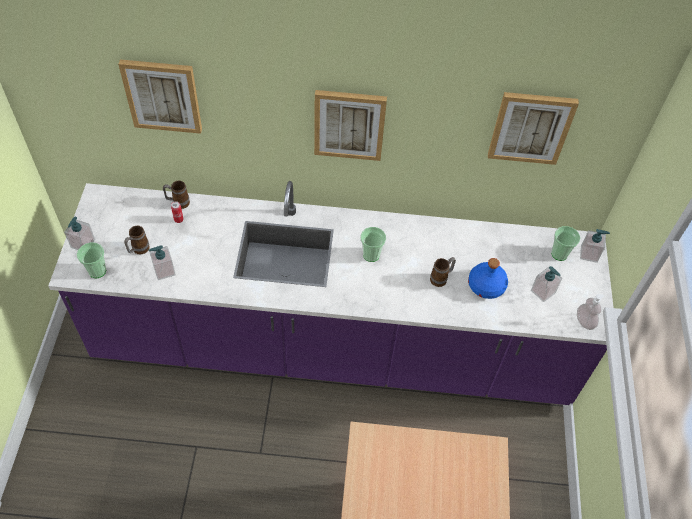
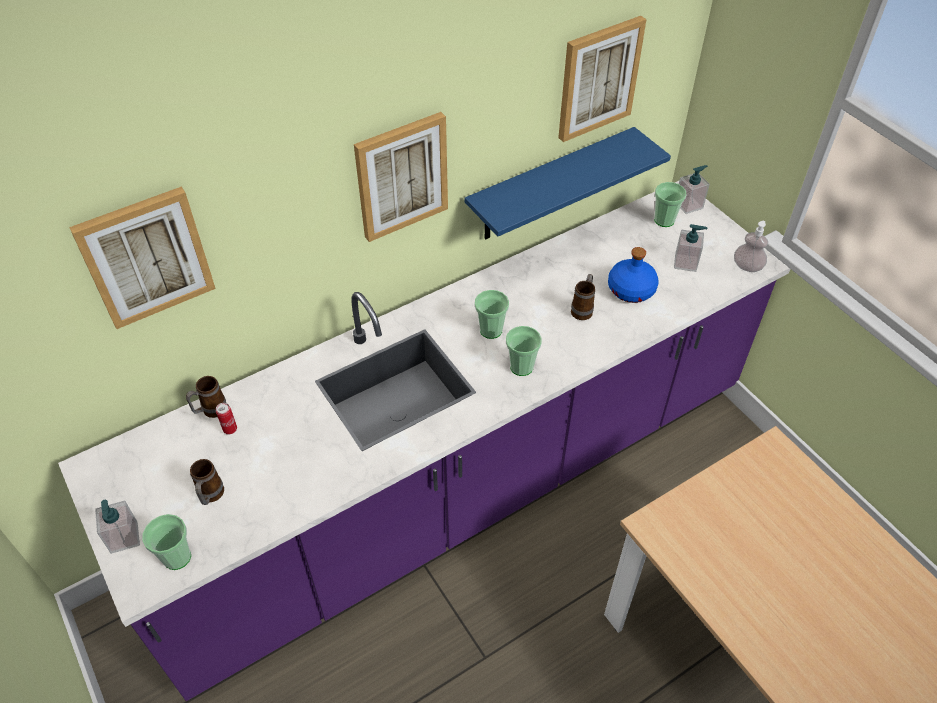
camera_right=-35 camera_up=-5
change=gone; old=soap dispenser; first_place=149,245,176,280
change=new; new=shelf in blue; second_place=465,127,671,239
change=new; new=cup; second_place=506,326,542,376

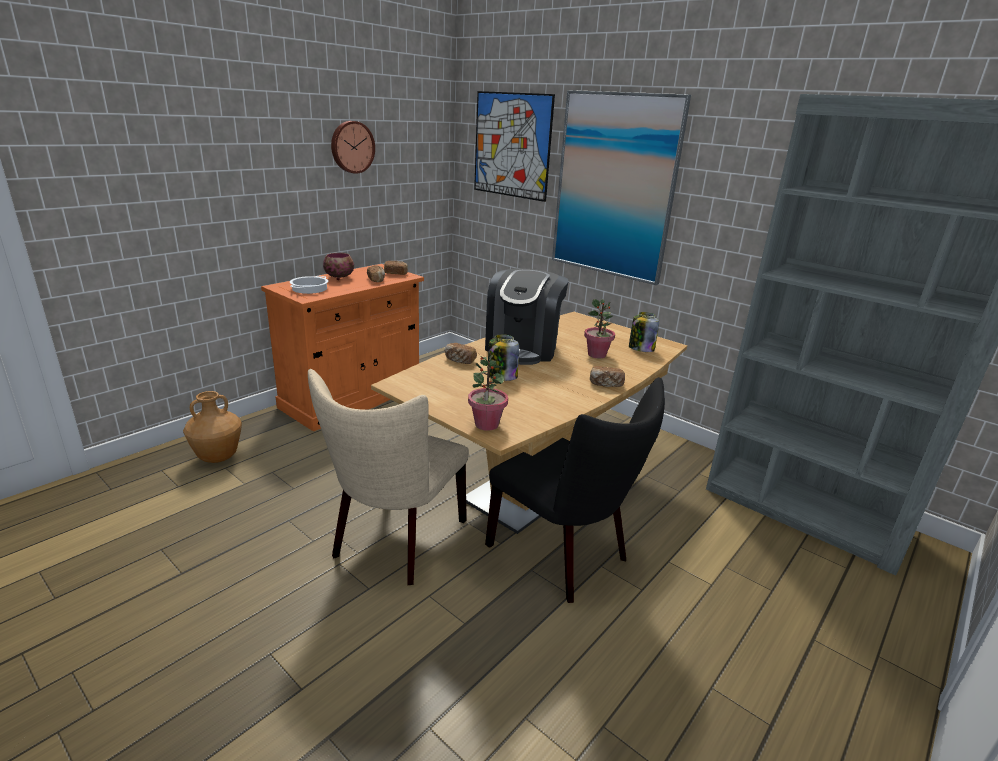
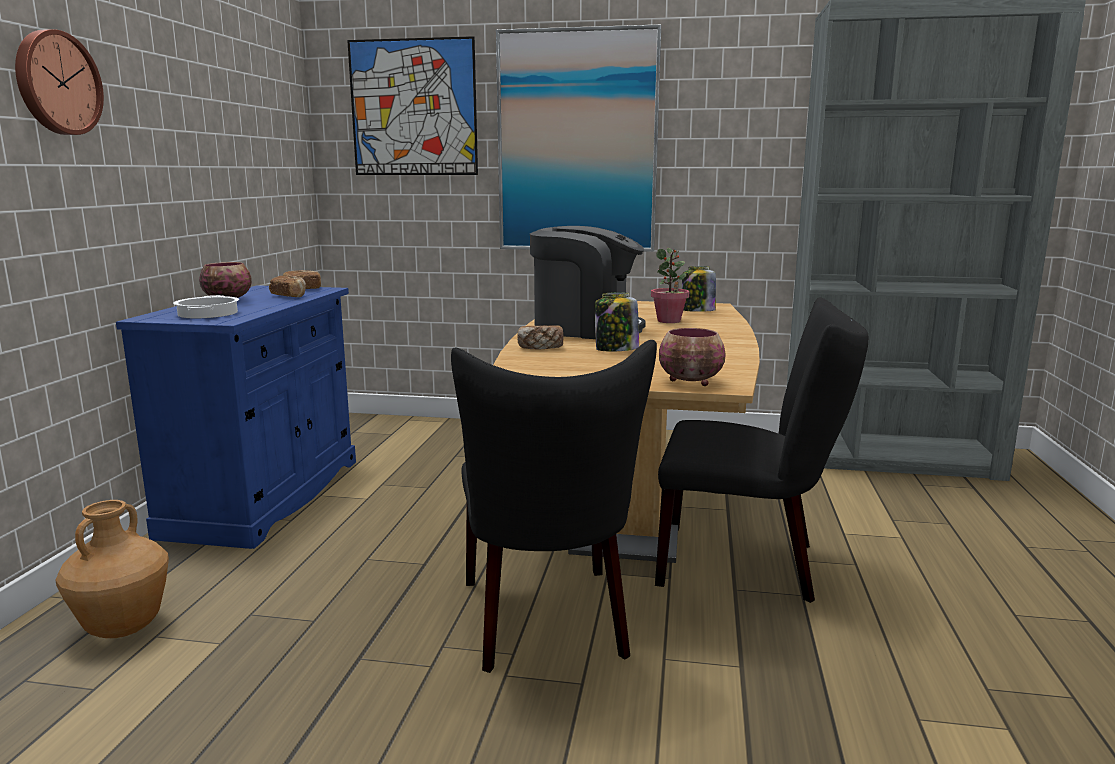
camera_right=-30 camera_up=-10
change=repainted; old=cabinet in orange; new=cabinet in blue; first_place=261,264,424,431; second_place=116,285,356,549
change=repainted; old=chair in beige; new=chair in black; first_place=308,369,469,585; second_place=451,340,657,673
change=shifted; old=wall clock; first_place=331,121,375,174; second_place=15,29,104,135
change=swapped; old=potted plant; new=bowl; first_place=468,352,508,431; second_place=659,328,726,386
change=rotated; old=coffee machine; first_place=485,268,569,365; second_place=530,226,646,339; degrees=-60
change=gone; old=bread; first_place=590,366,625,387

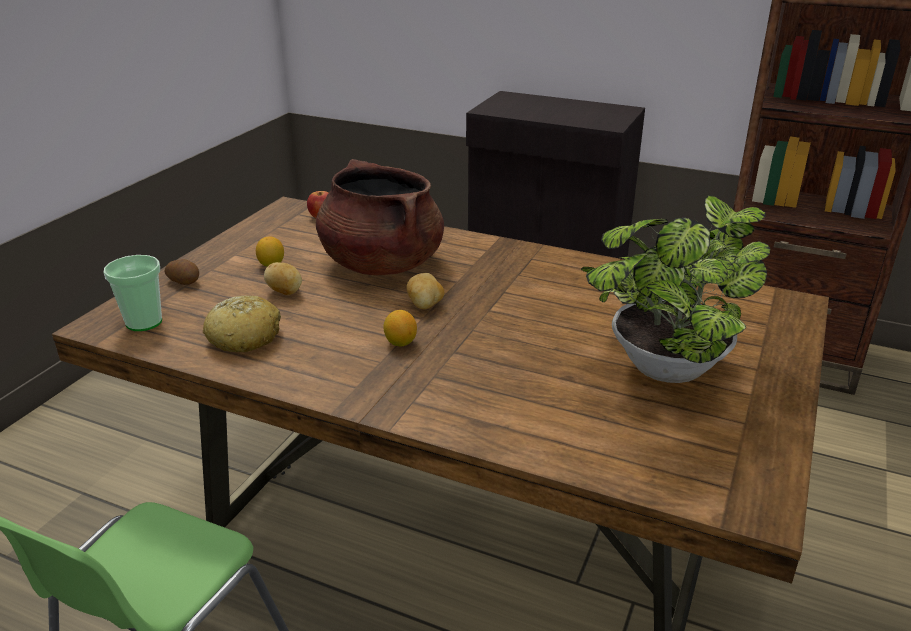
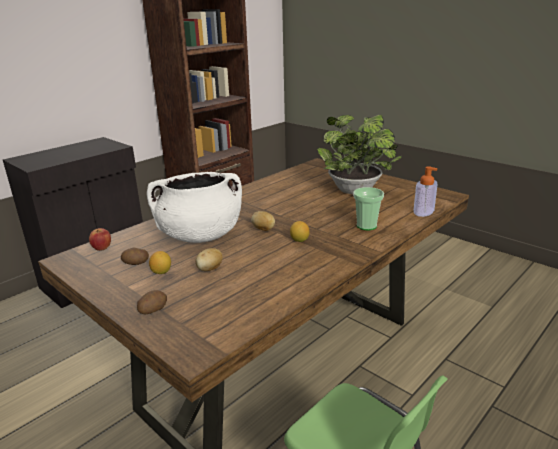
camera_right=-70 camera_up=-5
change=shifted; old=cup; first_place=103,255,162,331; second_place=353,187,384,230
change=gone; old=bread; first_place=203,296,281,352
change=repainted; old=cooking pot in brown; new=cooking pot in white; first_place=316,159,444,275; second_place=147,172,242,243
change=new; new=potato; second_place=121,248,149,265
change=new; new=soap dispenser; second_place=414,166,438,217

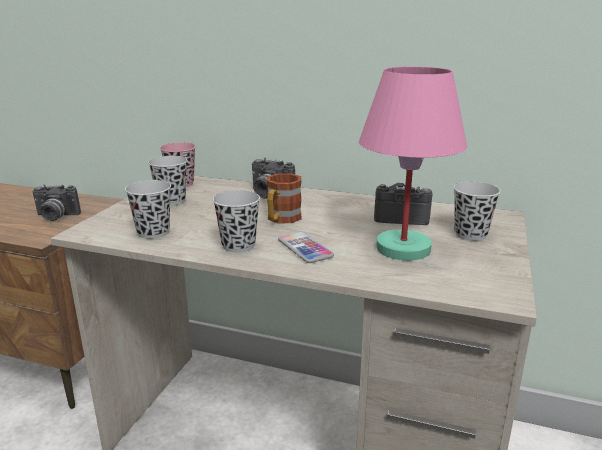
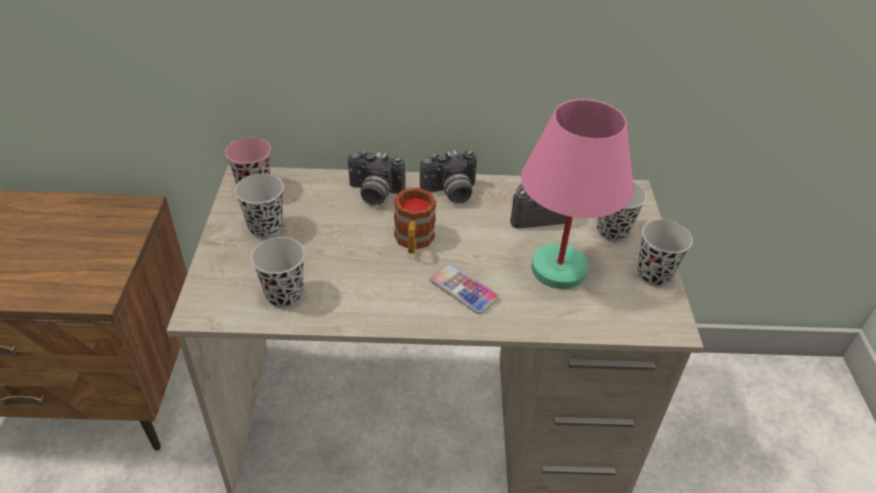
camera_right=-20 camera_up=20
change=shifted; old=photo camera; first_place=32,184,81,221; second_place=420,150,477,204
change=shifted; old=cup in black; first_place=213,190,260,253; second_place=637,219,693,287

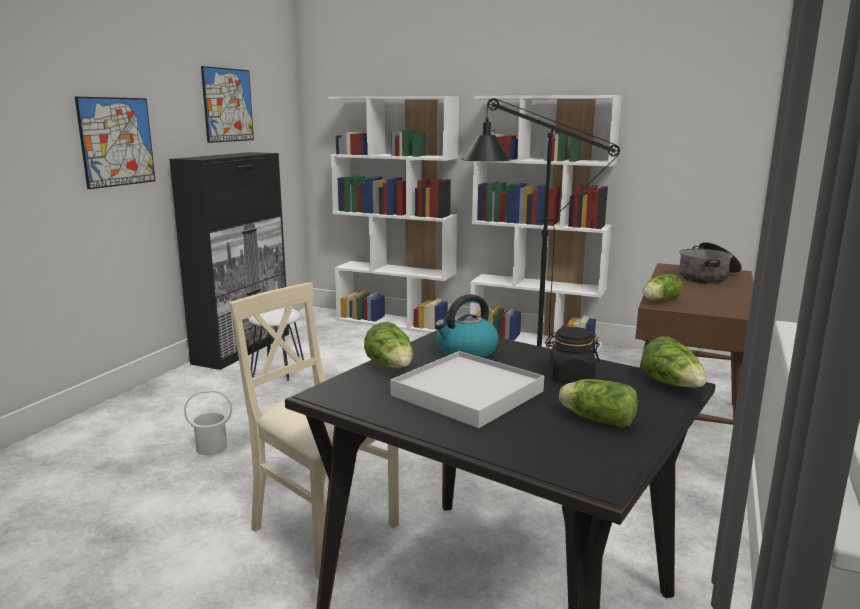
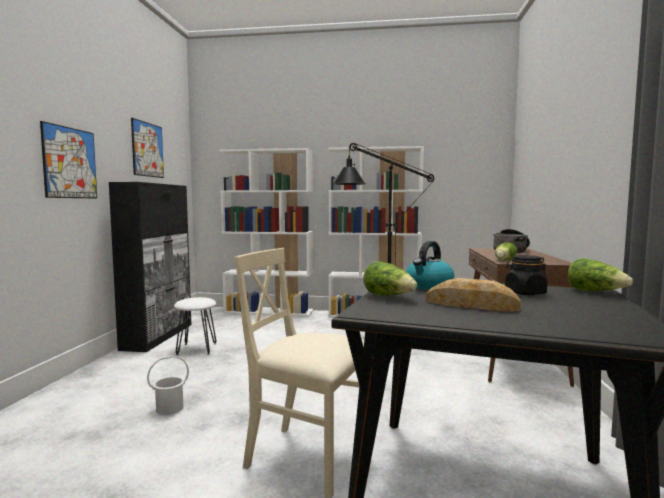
camera_right=-15 camera_up=-10
change=swapped; old=tray in white; new=bread; first_place=390,351,544,428; second_place=426,278,521,312
change=gone; old=lettuce; first_place=559,379,638,428

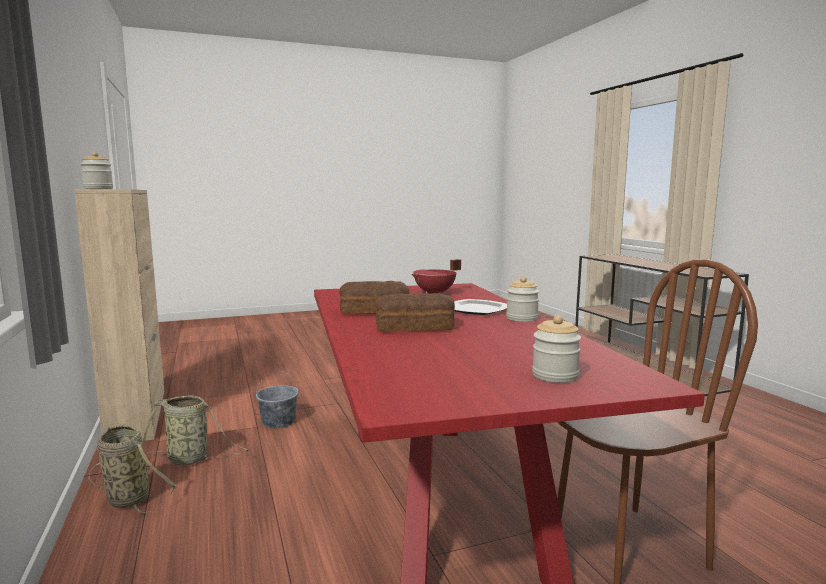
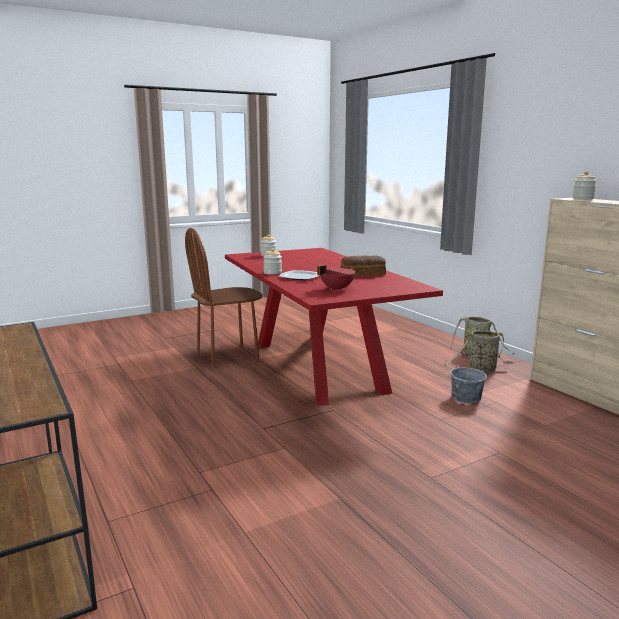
camera_right=170 camera_up=5
change=gone; old=bread; first_place=375,293,455,332

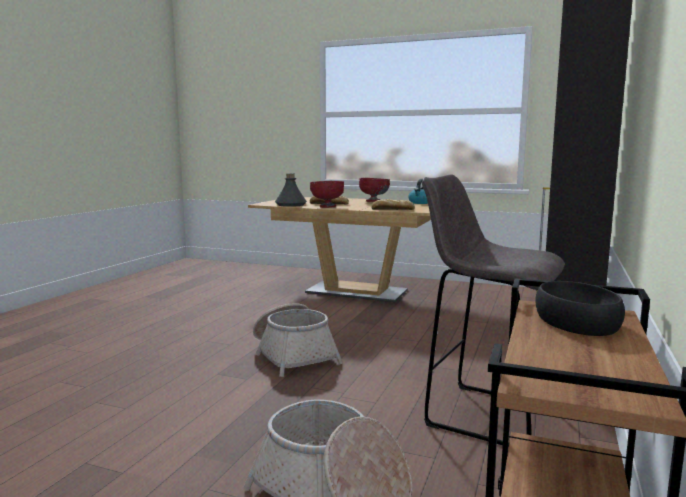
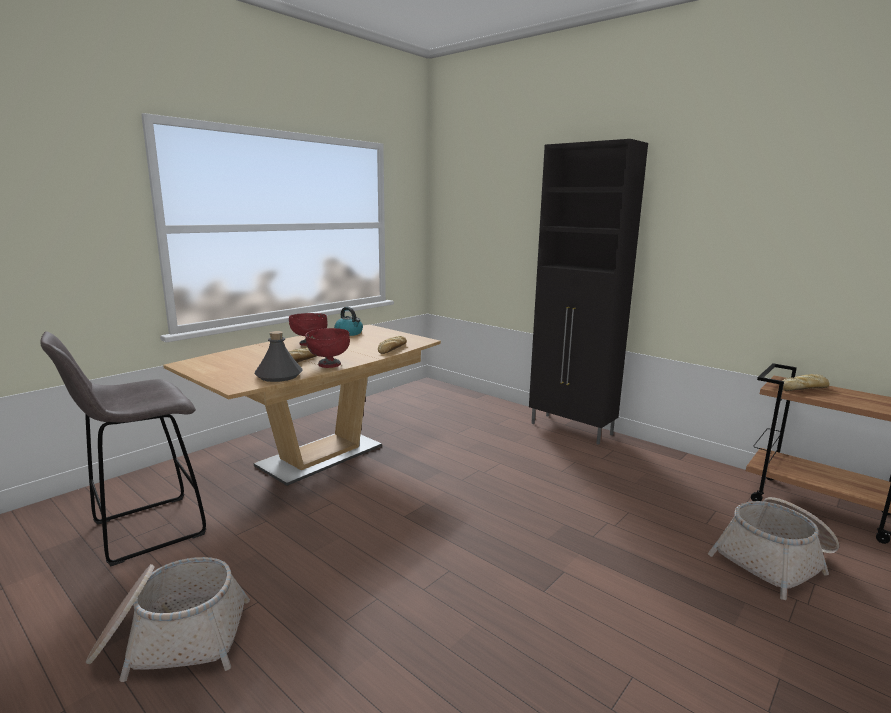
camera_right=-70 camera_up=5
change=shifted; old=basket; first_place=253,303,343,377; second_place=86,557,250,682
change=shifted; old=stool in grey; first_place=422,174,565,447; second_place=40,331,206,566
change=swapped; old=bowl in black; new=bread; first_place=536,281,625,336; second_place=782,374,830,391

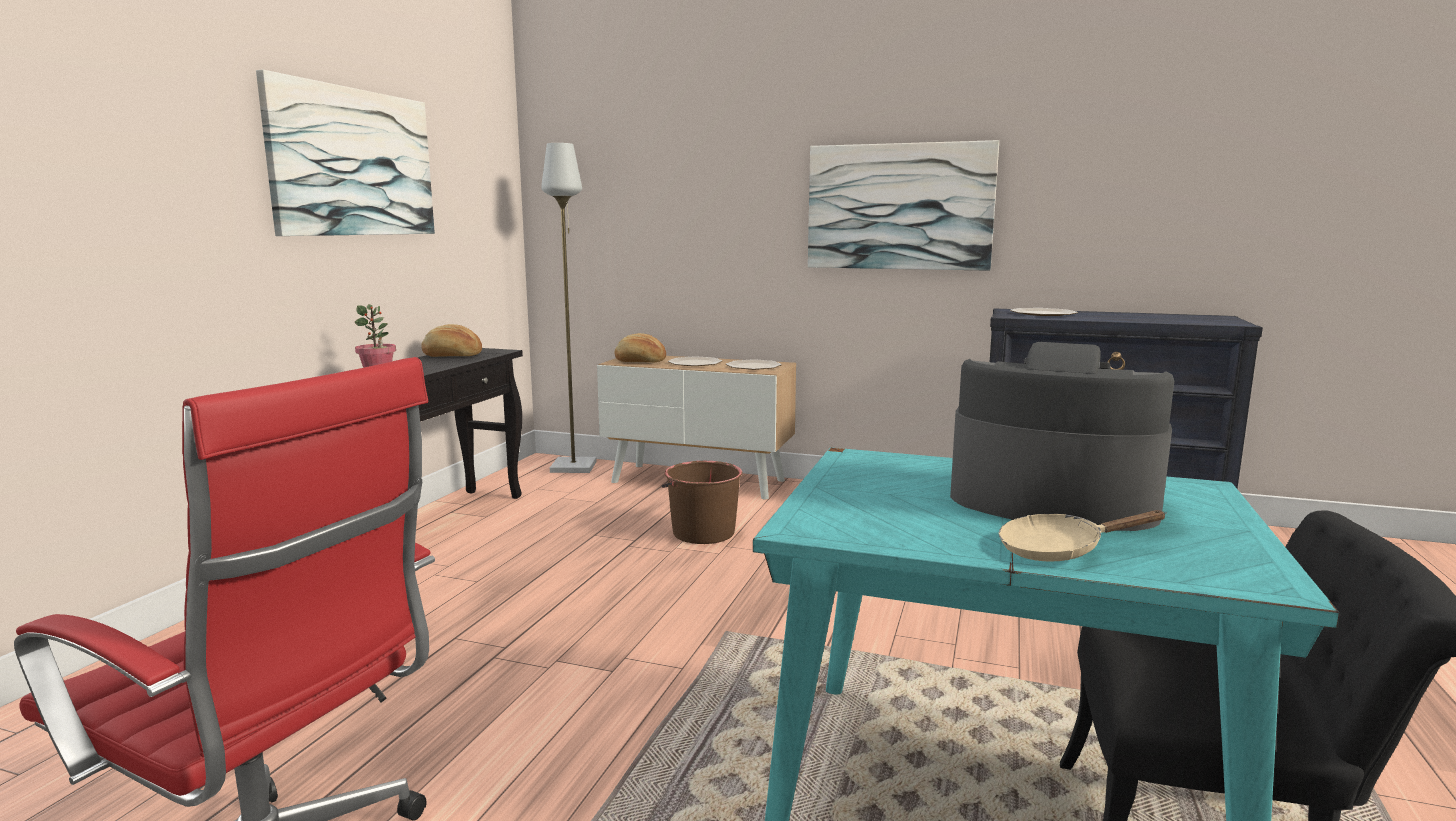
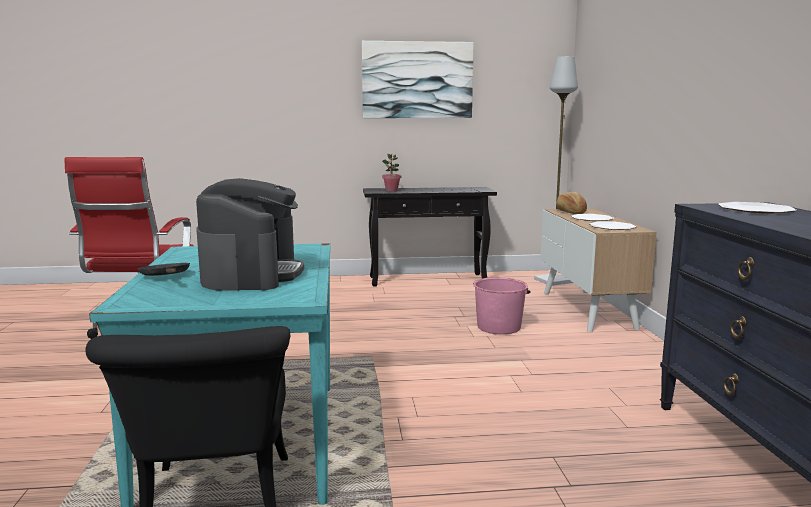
camera_right=65 camera_up=0
change=gone; old=bread; first_place=421,324,482,357
change=repainted; old=bucket in brown; new=bucket in pink; first_place=662,461,742,544; second_place=473,277,530,335
change=gone; old=picture; first_place=808,140,999,271
change=repainted; old=frying pan in beige; new=frying pan in black; first_place=999,510,1167,562; second_place=138,263,190,276

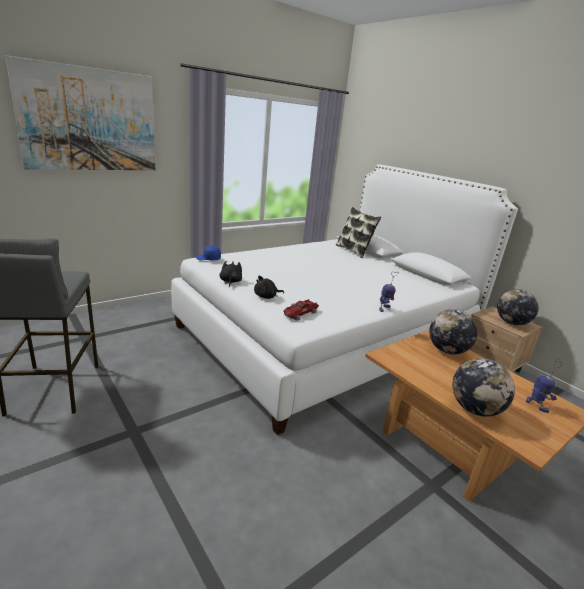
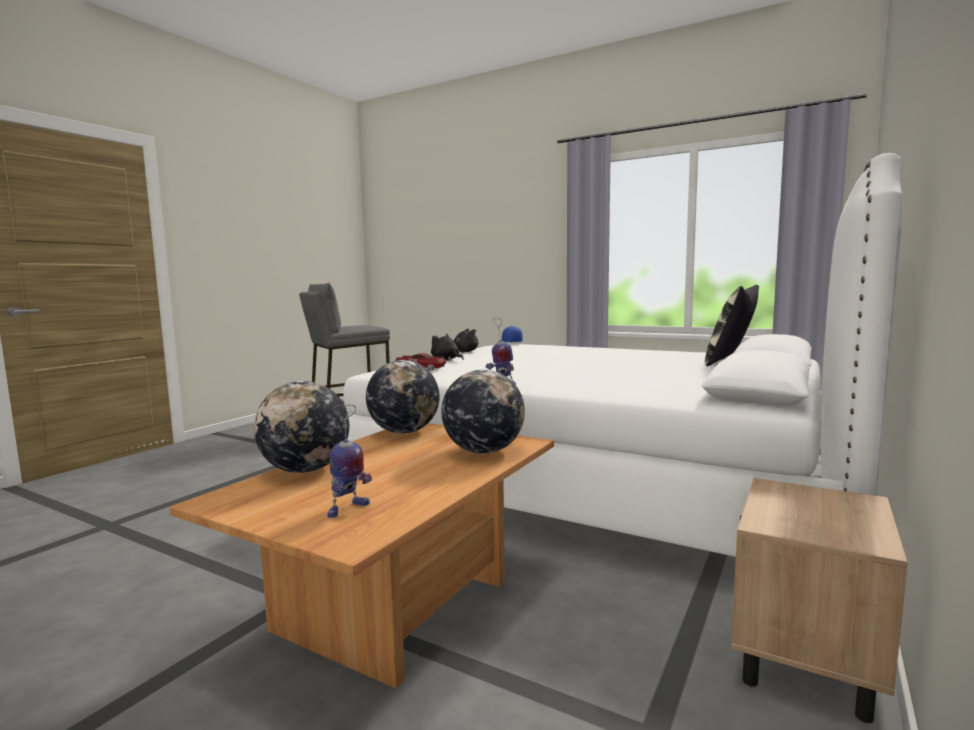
camera_right=70 camera_up=-15
change=gone; old=picture; first_place=5,56,155,170
change=shifted; old=globe; first_place=497,289,539,325; second_place=366,360,440,434

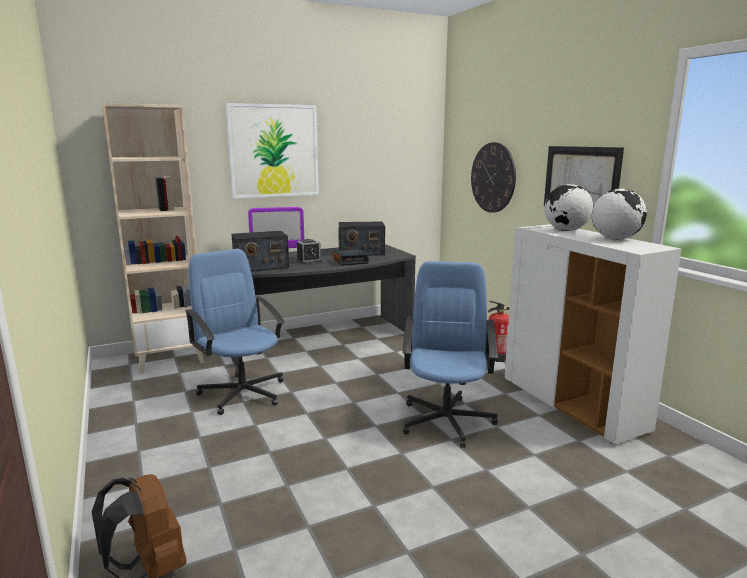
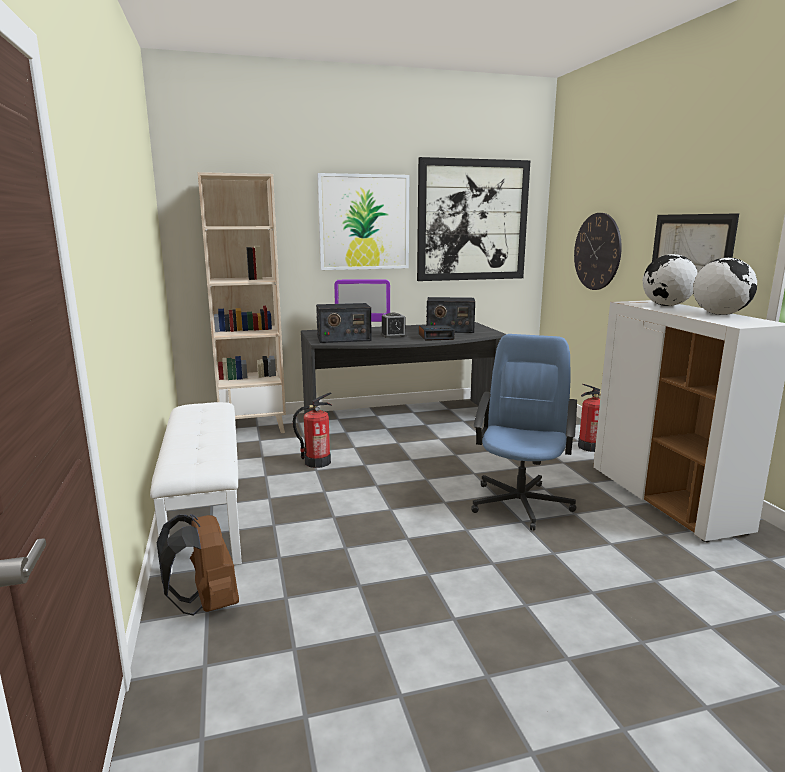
camera_right=10 camera_up=0
change=swapped; old=office chair in blue; new=fire extinguisher; first_place=185,249,285,415; second_place=293,392,332,468
change=new; new=bench in white; second_place=150,402,242,574
change=new; new=picture; second_place=417,157,530,281

